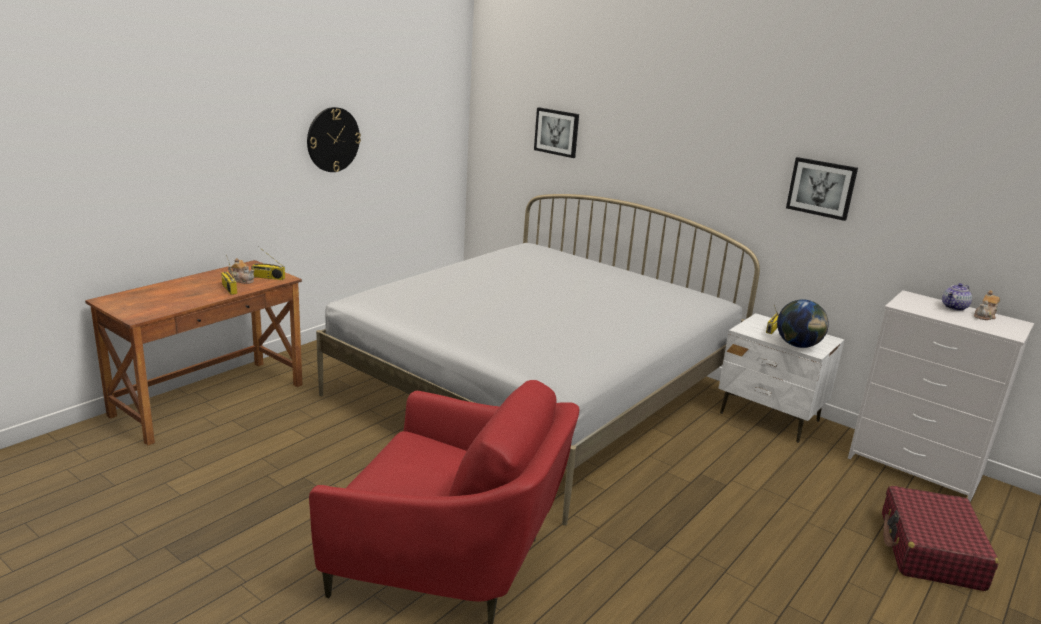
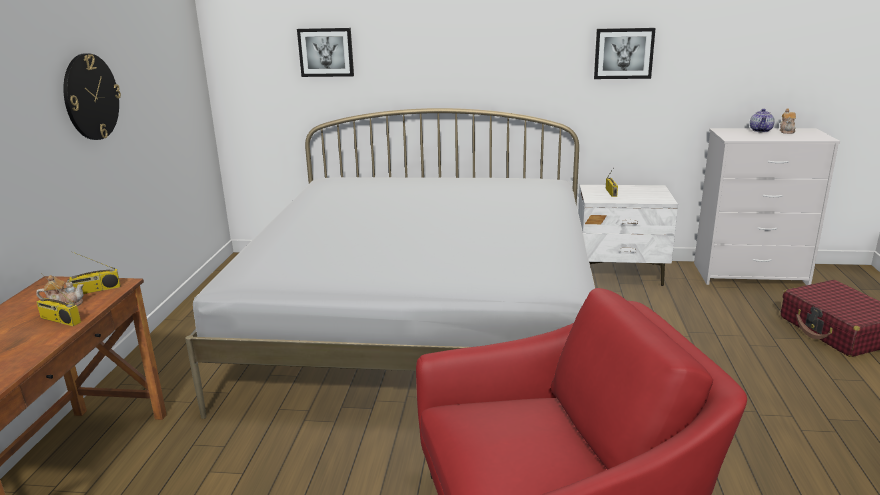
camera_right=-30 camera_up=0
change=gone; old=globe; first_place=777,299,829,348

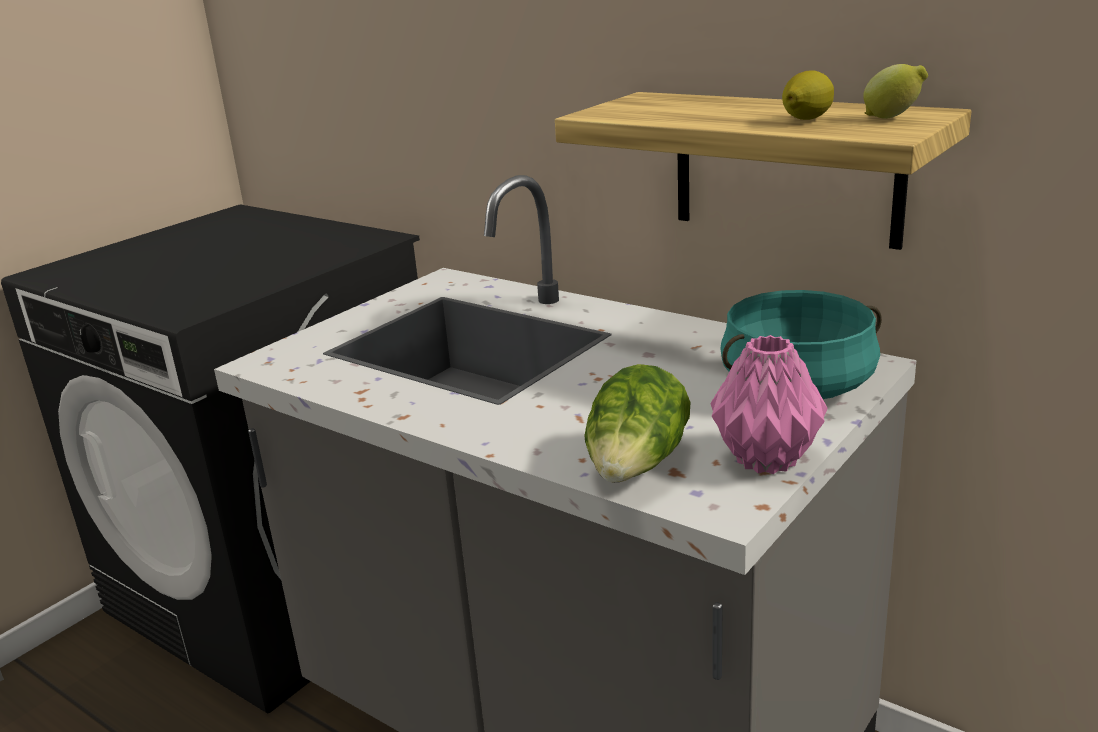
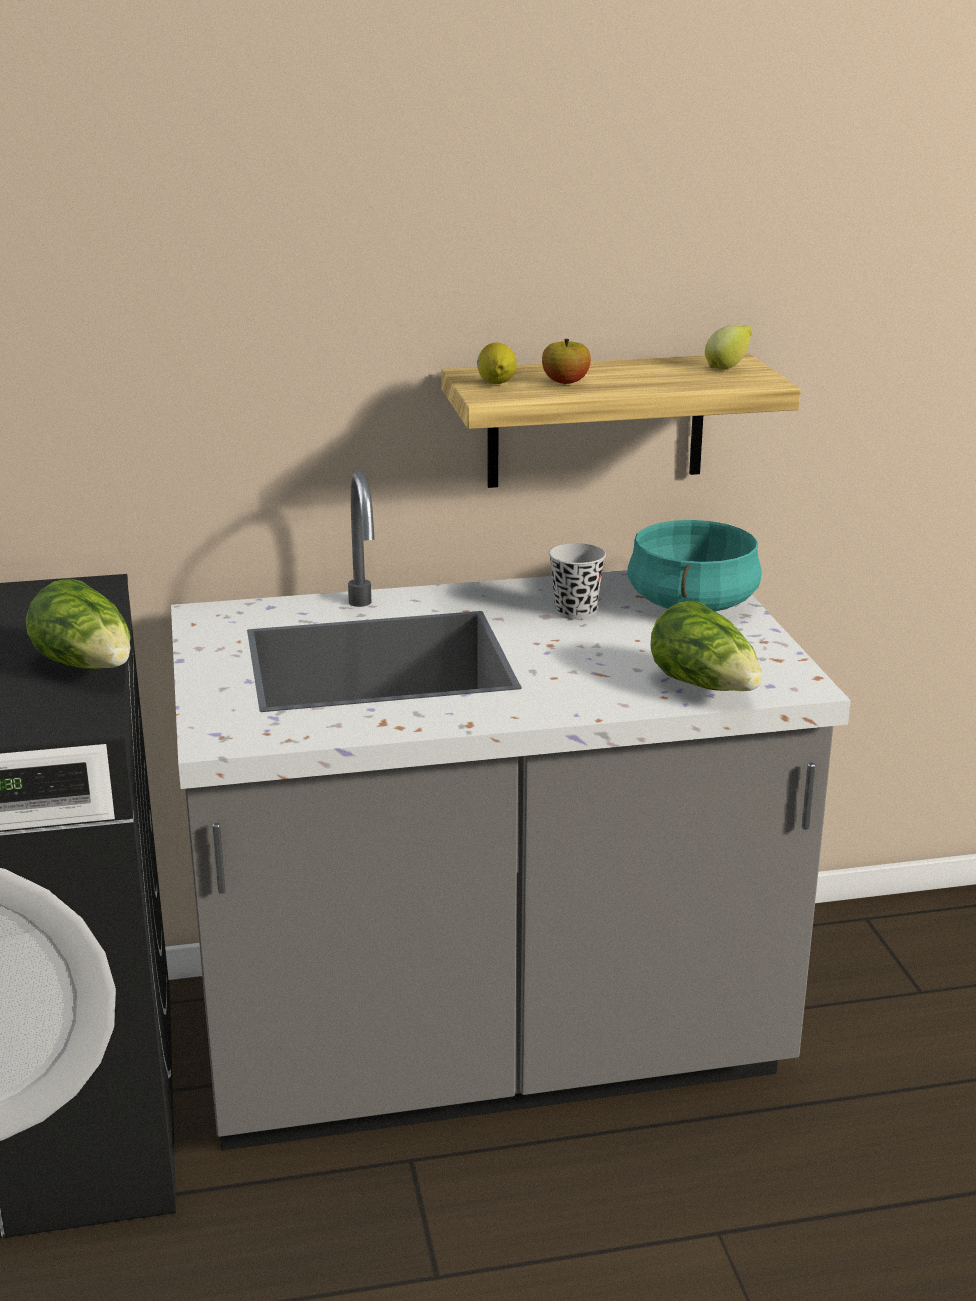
camera_right=-50 camera_up=0
change=gone; old=vase in pink; first_place=711,335,827,474
change=shifted; old=lemon; first_place=782,71,834,120; second_place=477,342,517,384
change=new; new=lettuce; second_place=26,578,131,669
change=new; new=apple; second_place=542,339,591,384
change=new; new=cup in black; second_place=549,543,606,620

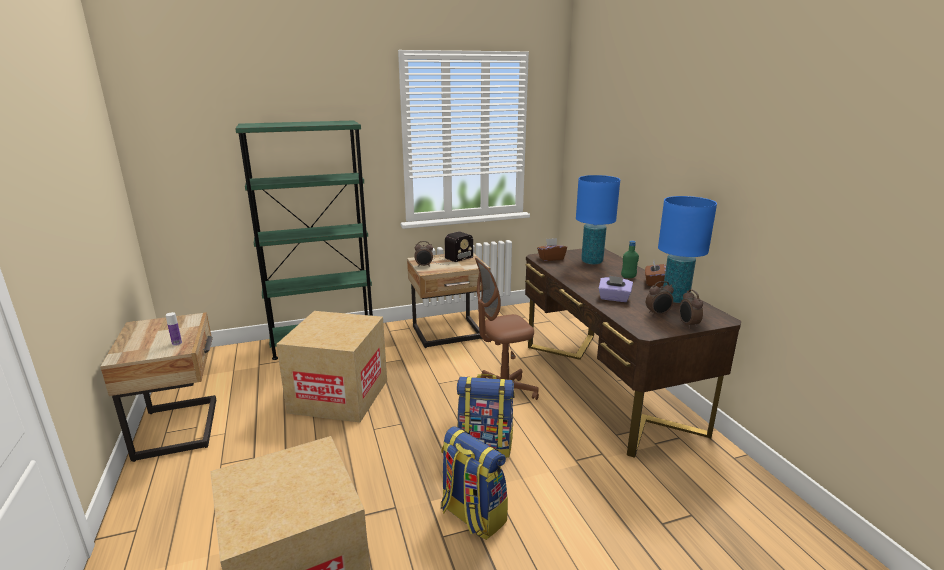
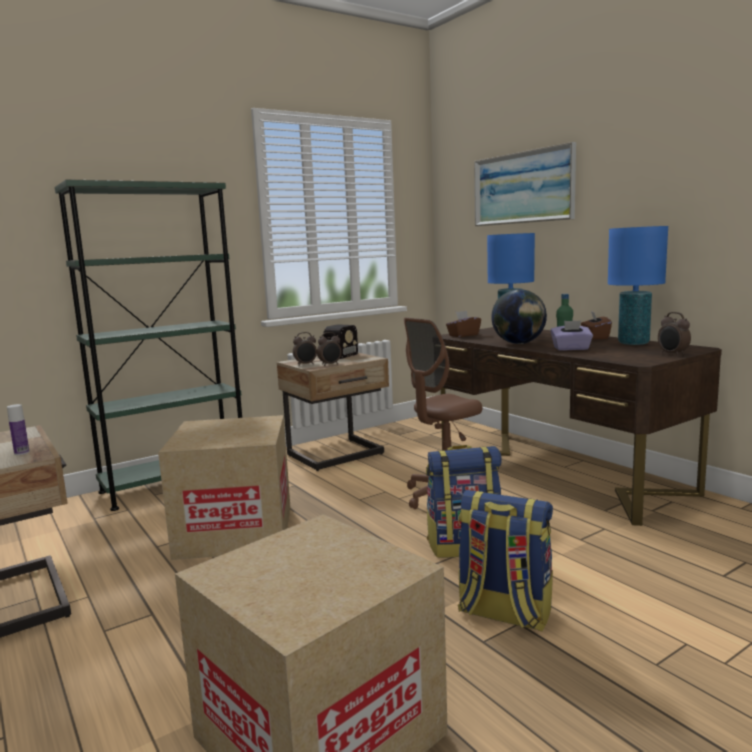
camera_right=-15 camera_up=-10
change=shifted; old=alarm clock; first_place=646,281,674,316; second_place=317,332,342,366
change=new; new=picture; second_place=474,142,576,226
change=new; new=globe; second_place=491,289,547,344

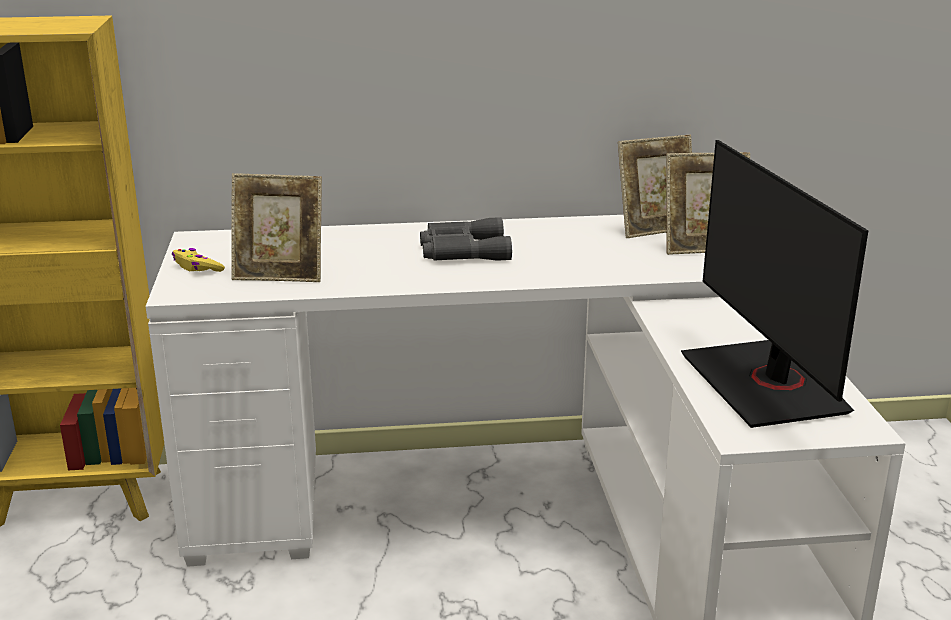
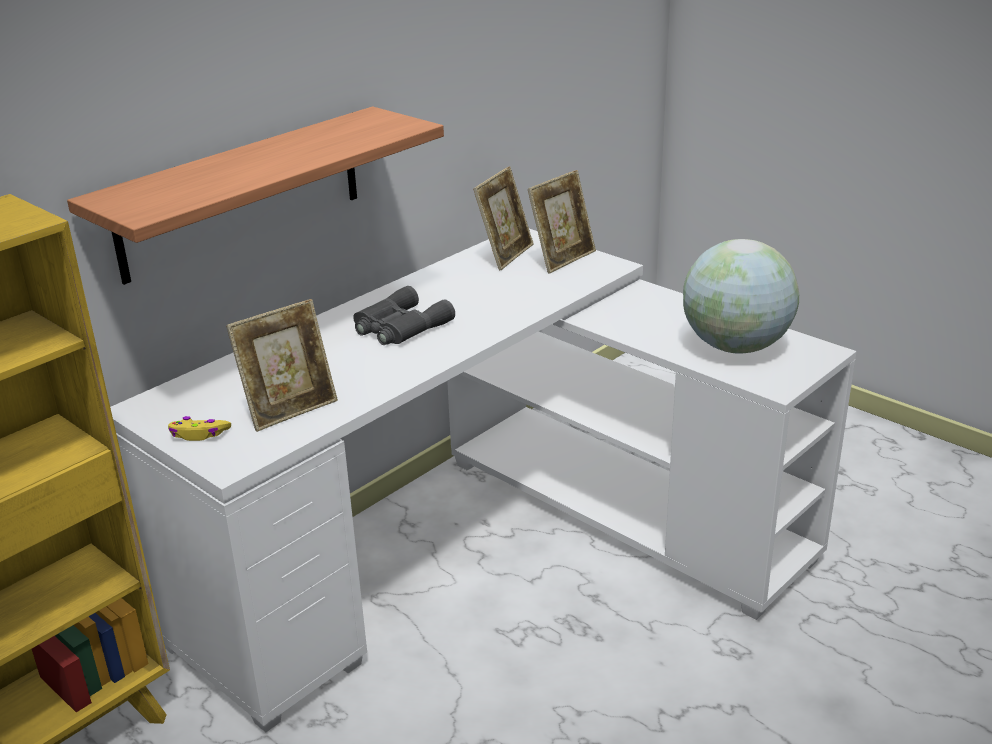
camera_right=-40 camera_up=5
change=swapped; old=monitor; new=globe; first_place=680,140,868,428; second_place=683,239,799,354
change=new; new=shelf; second_place=67,106,444,285

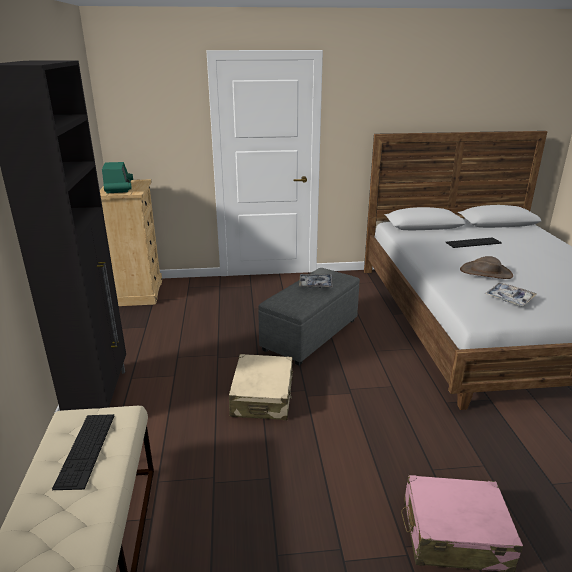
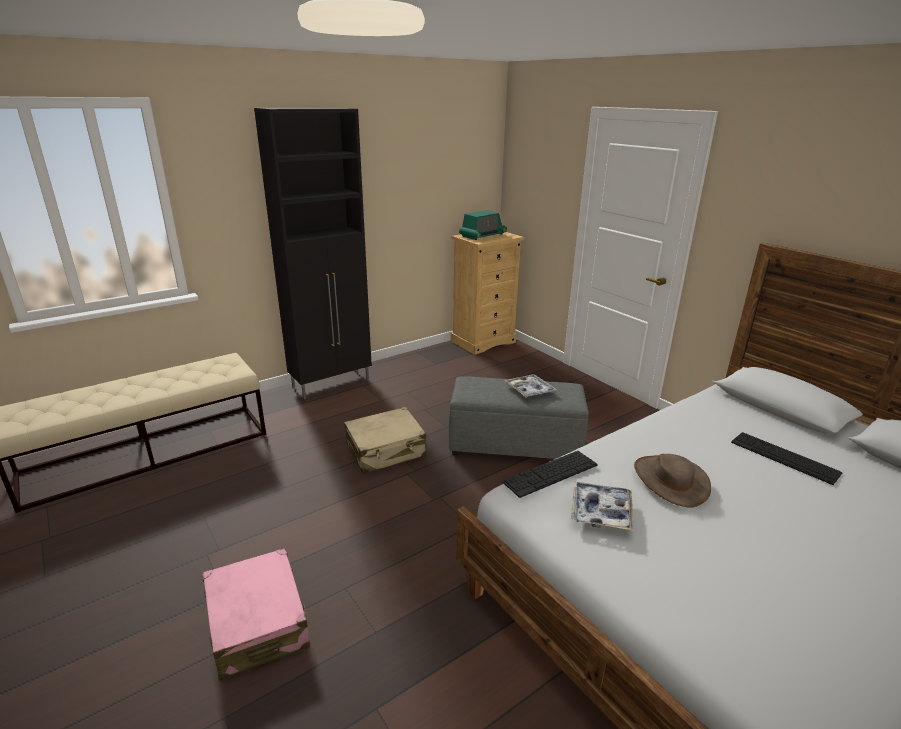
camera_right=60 camera_up=0
change=shifted; old=keyboard; first_place=52,414,114,490; second_place=502,451,597,498

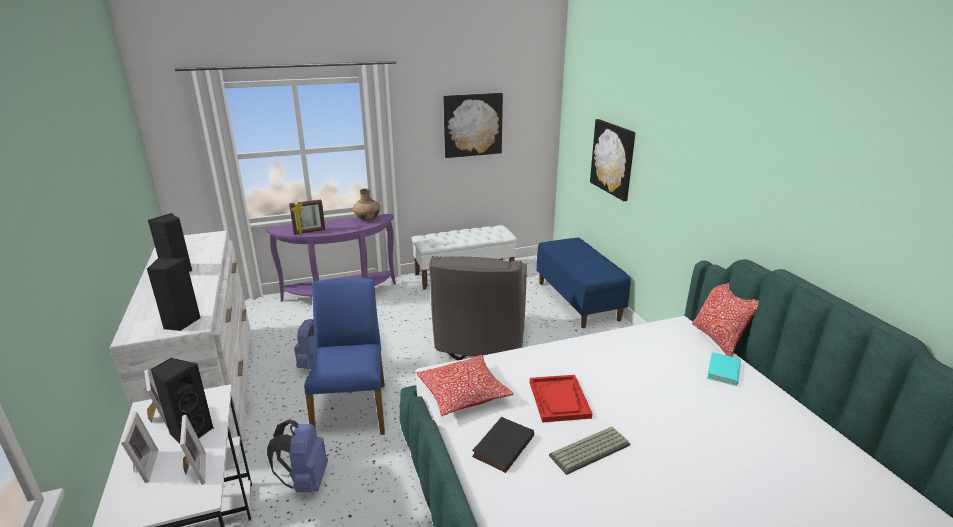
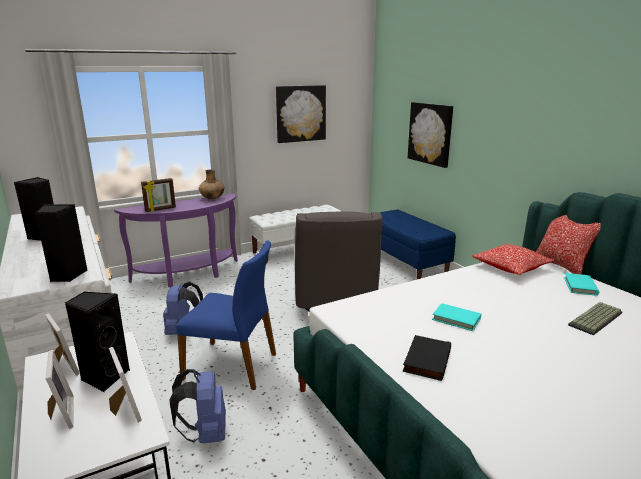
camera_right=-10 camera_up=-5
change=rotated; old=chair in blue; first_place=304,278,385,435; second_place=177,240,276,390; degrees=120
change=shifted; old=pillow; first_place=416,355,513,416; second_place=472,244,554,275
change=swapped; old=tray in red; new=book in turquoise; first_place=530,375,593,422; second_place=432,303,481,331
change=shifted; old=keyboard; first_place=549,427,630,475; second_place=568,302,622,335

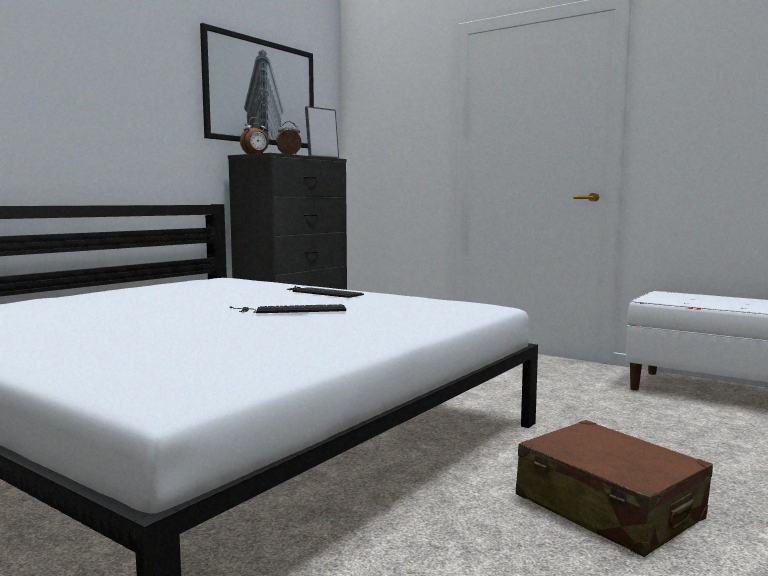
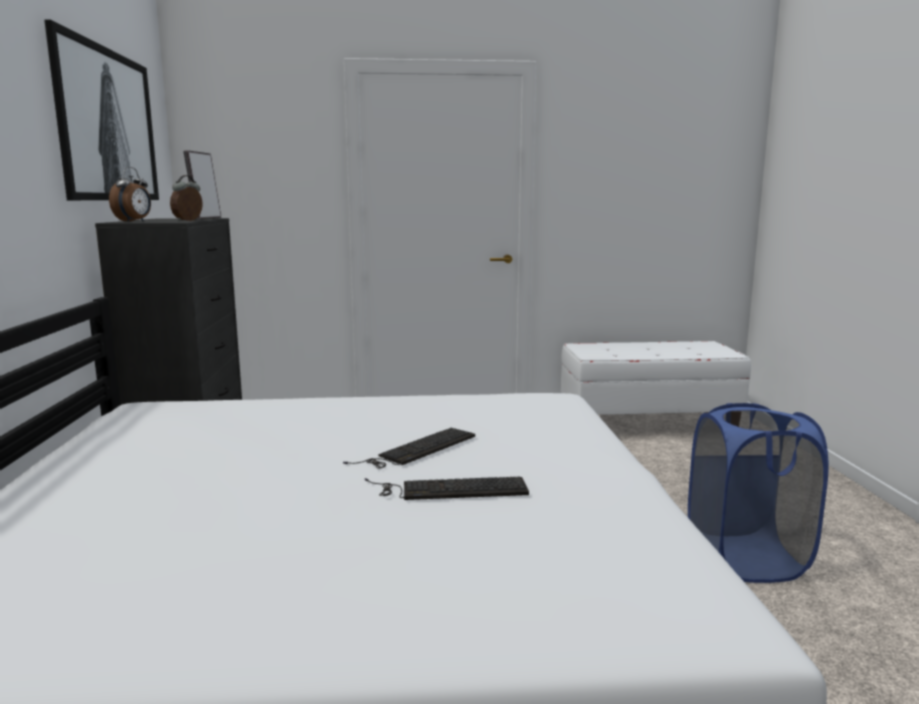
camera_right=-40 camera_up=5
change=shifted; old=keyboard; first_place=286,286,364,298; second_place=364,477,529,500
change=swapped; old=suitcase in brown; new=laundry basket in blue; first_place=516,420,713,557; second_place=688,403,829,583

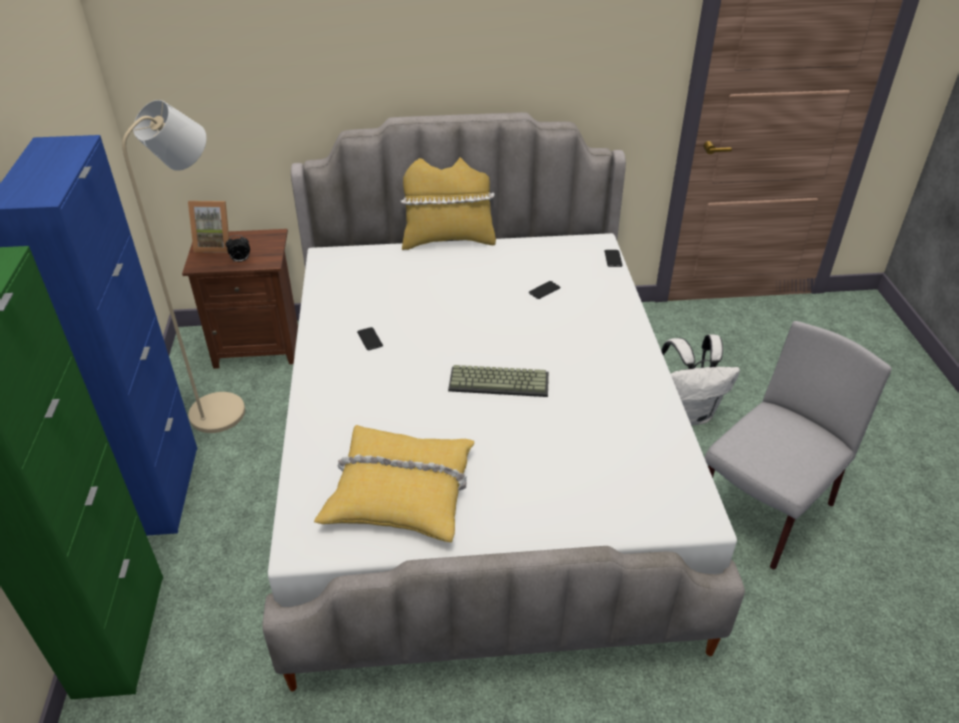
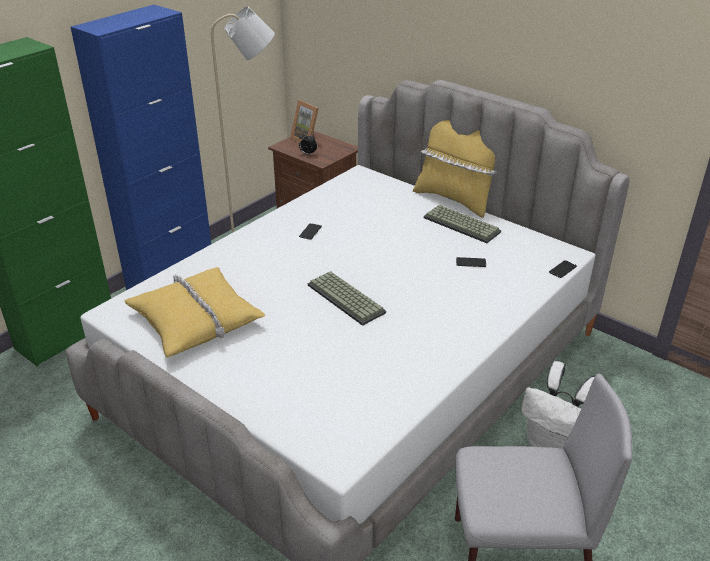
camera_right=45 camera_up=-5
change=new; new=keyboard; second_place=424,205,501,243

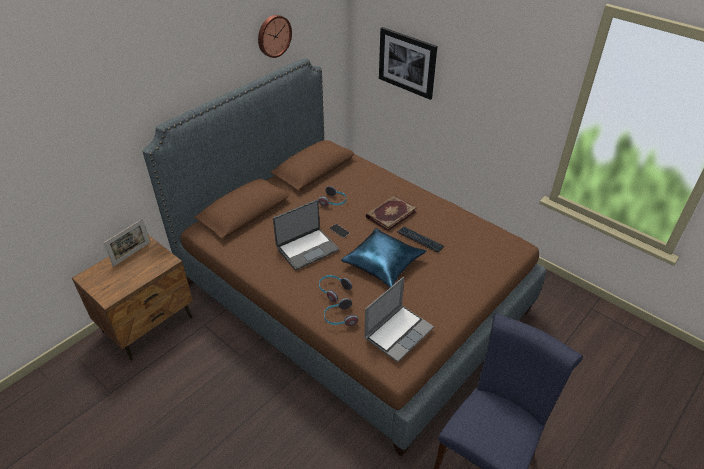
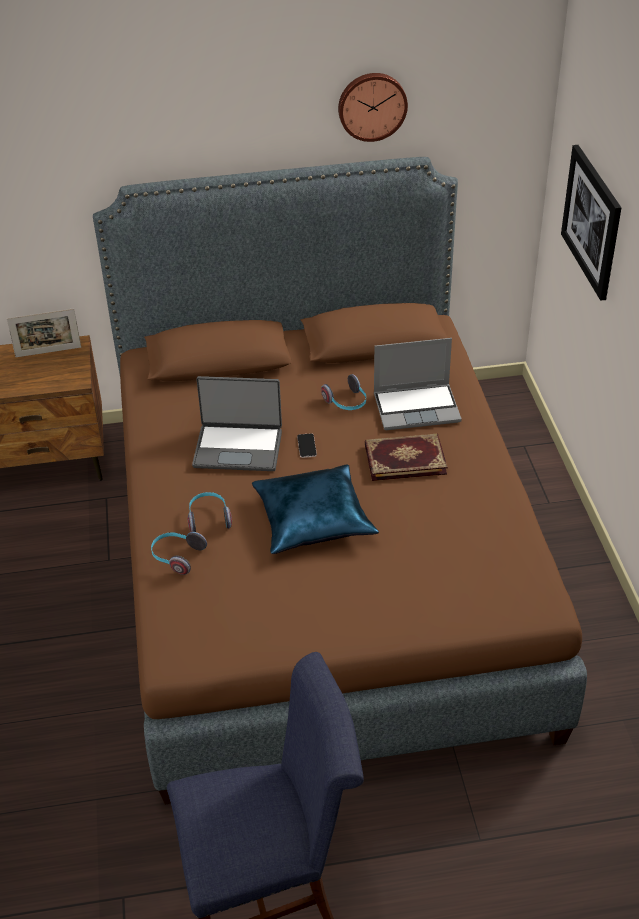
camera_right=40 camera_up=0
change=shifted; old=laptop; first_place=364,277,434,362; second_place=374,338,462,430
change=gone; old=keyboard; first_place=397,226,444,252

